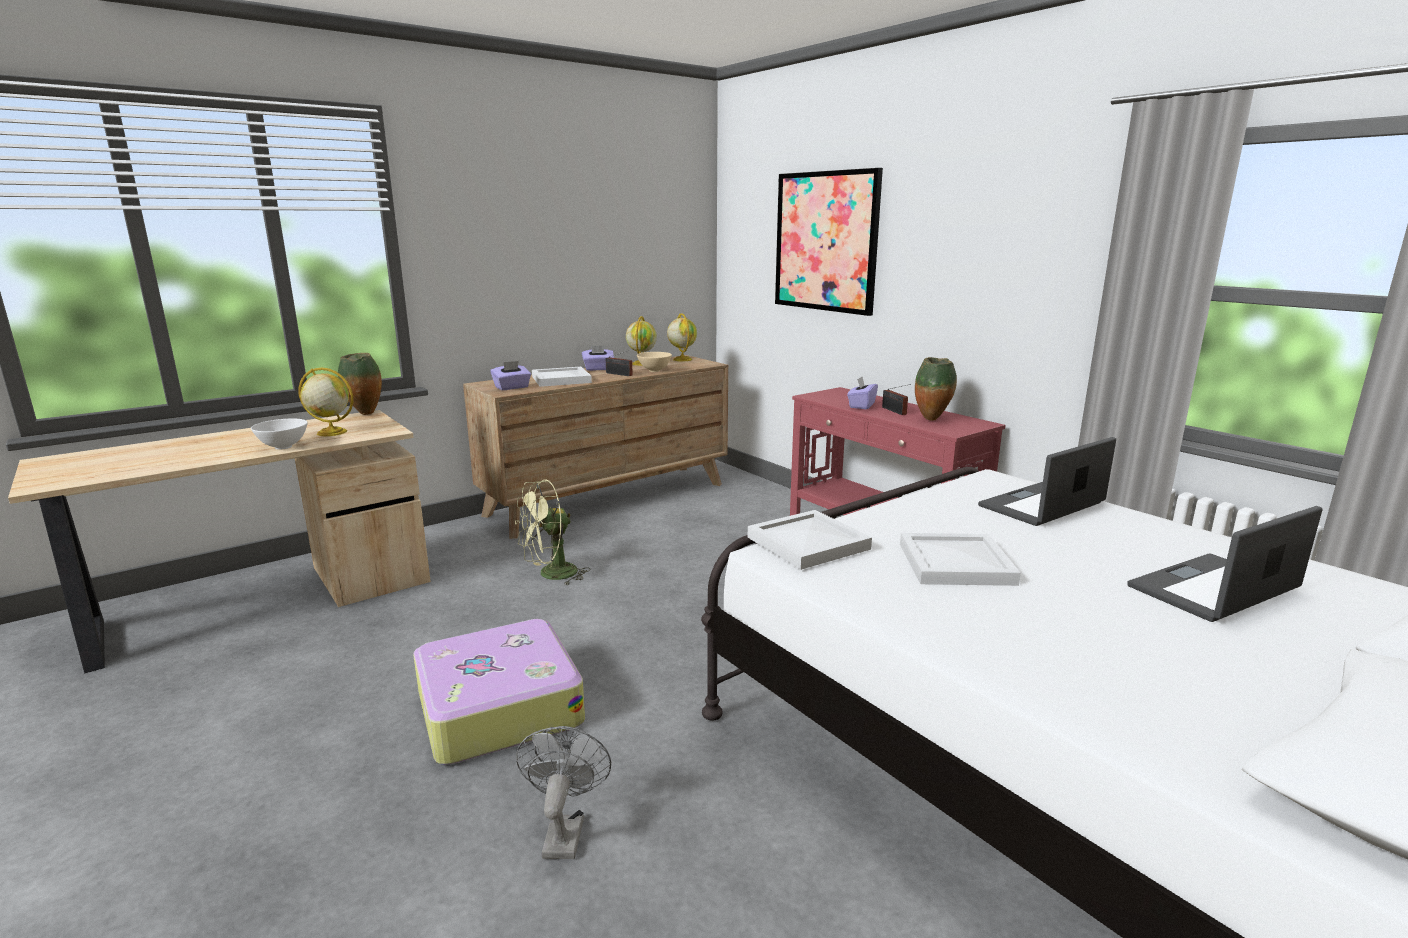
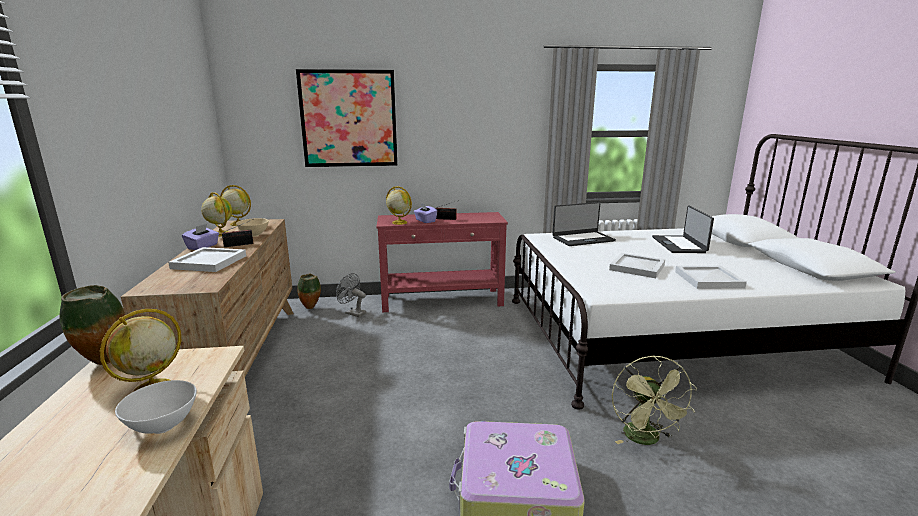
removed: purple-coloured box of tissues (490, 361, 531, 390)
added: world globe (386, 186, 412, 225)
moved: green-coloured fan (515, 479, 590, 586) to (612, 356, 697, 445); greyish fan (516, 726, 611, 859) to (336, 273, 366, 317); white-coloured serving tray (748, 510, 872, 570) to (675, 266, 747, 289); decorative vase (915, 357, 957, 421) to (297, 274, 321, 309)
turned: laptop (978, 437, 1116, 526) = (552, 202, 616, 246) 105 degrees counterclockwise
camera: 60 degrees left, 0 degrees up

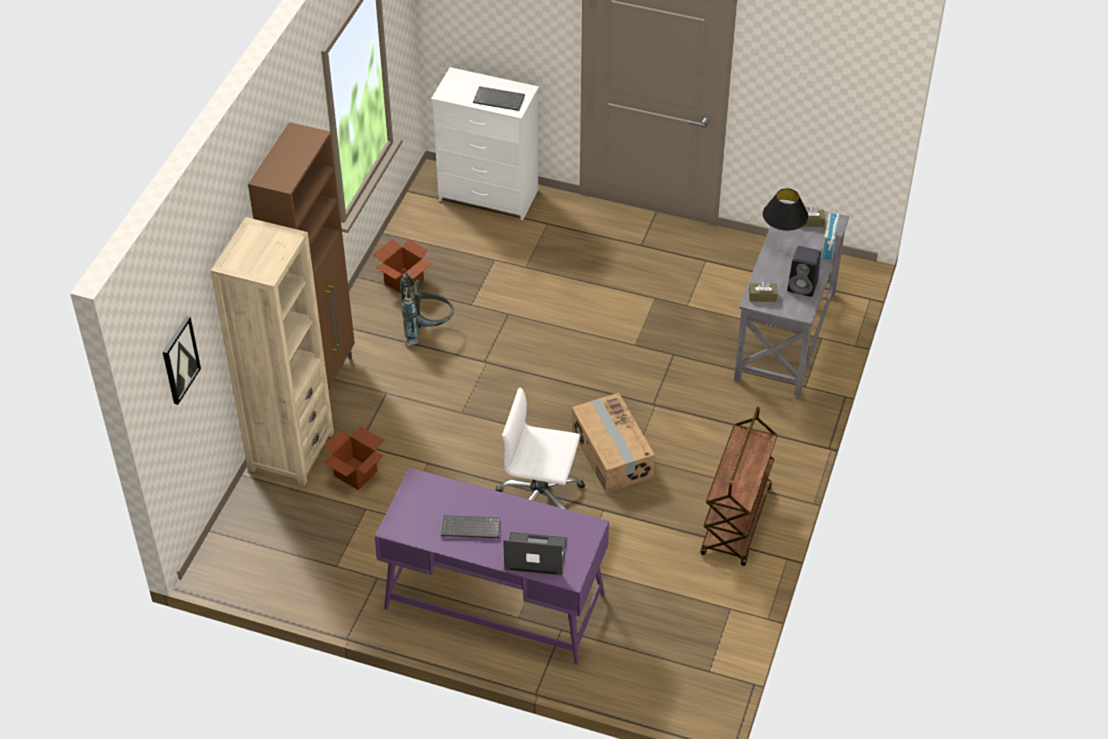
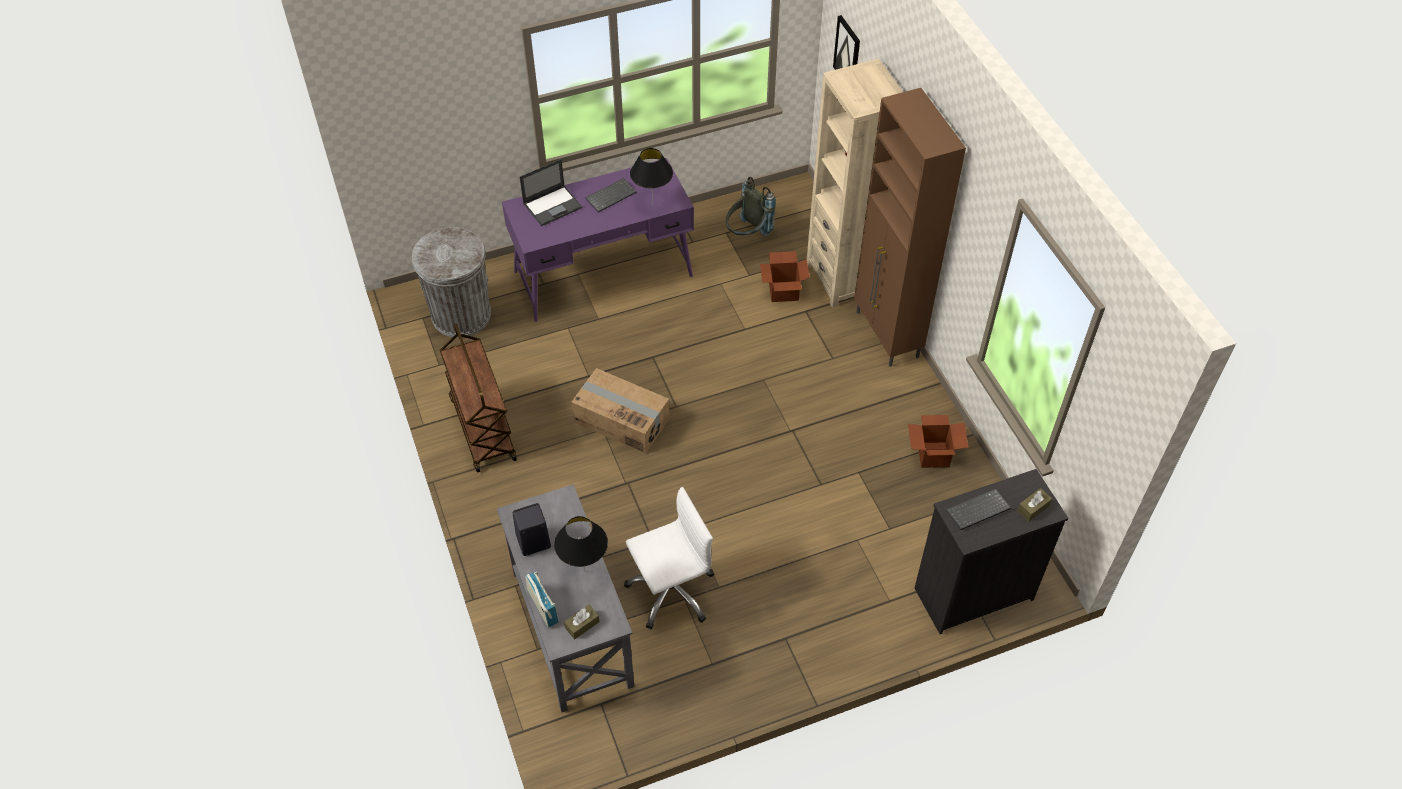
added: greyish rubbish bin (412, 227, 491, 338); black lamp for a table (630, 148, 673, 205)
moved: greyish rucksack (400, 272, 454, 345) to (726, 177, 776, 236); white-coloured office chair (495, 387, 585, 510) to (624, 487, 714, 629); brownish box of tissues (749, 281, 777, 302) to (1017, 488, 1052, 521)
recoloured: white-coloured drawer chest (431, 67, 539, 220) to black drawer chest (914, 469, 1069, 634)
camera: 140 degrees right, 5 degrees up

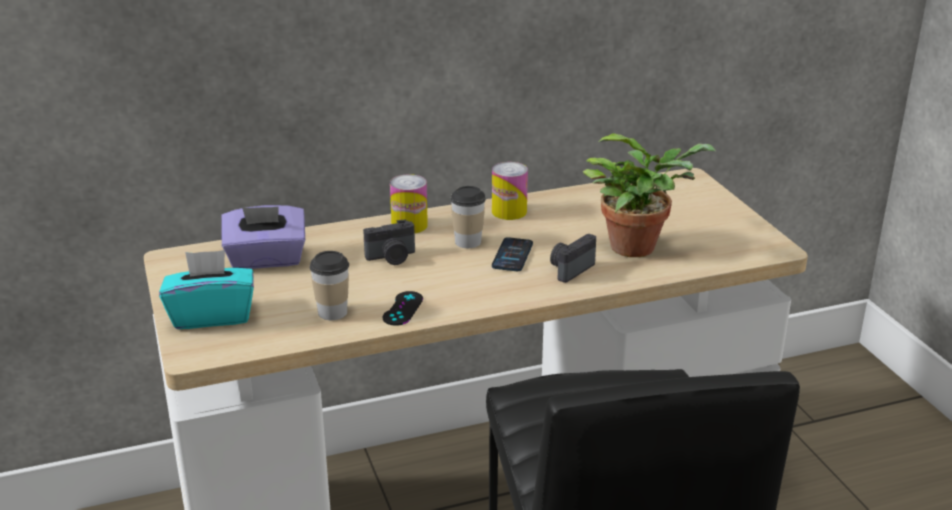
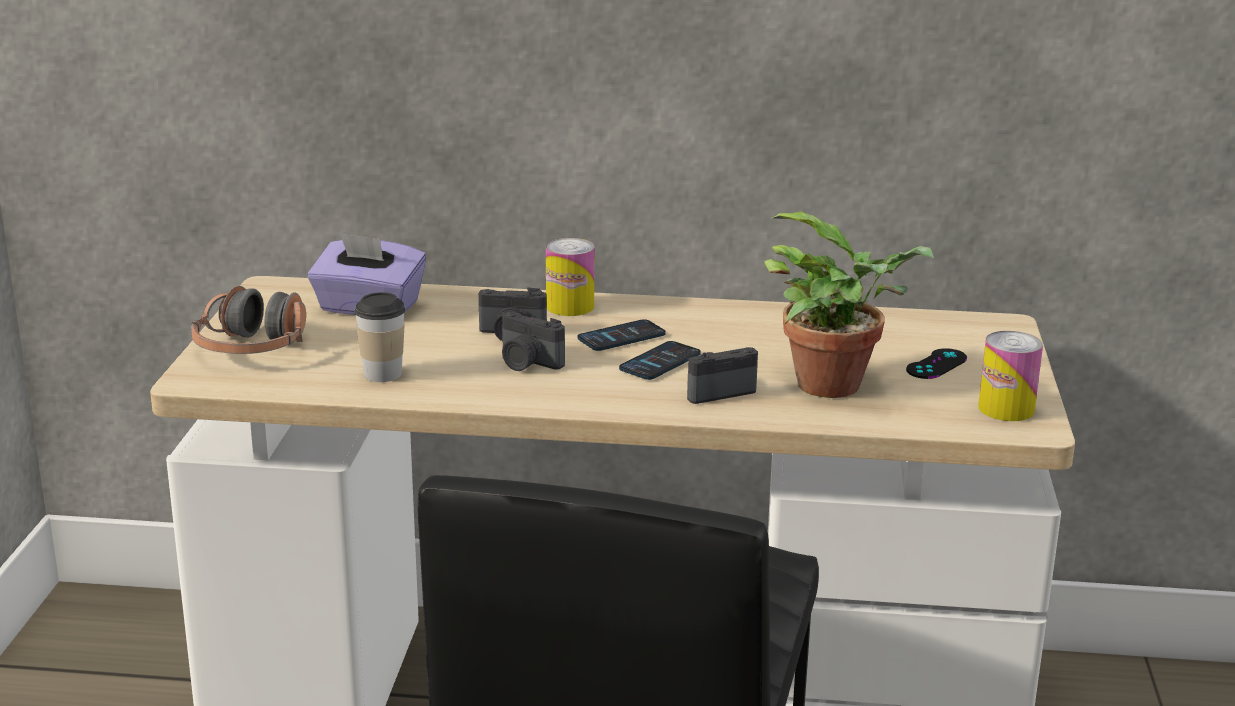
added: still camera (502, 312, 565, 371)
moved: black game controller (383, 291, 423, 326) to (906, 348, 967, 379); metal can (492, 162, 528, 220) to (978, 331, 1043, 421)
replaced: blue-green box of tissues (159, 250, 254, 329) to headset (191, 286, 306, 354); small cup (450, 186, 486, 248) to handset (578, 319, 666, 351)
camera: 25 degrees right, 5 degrees down

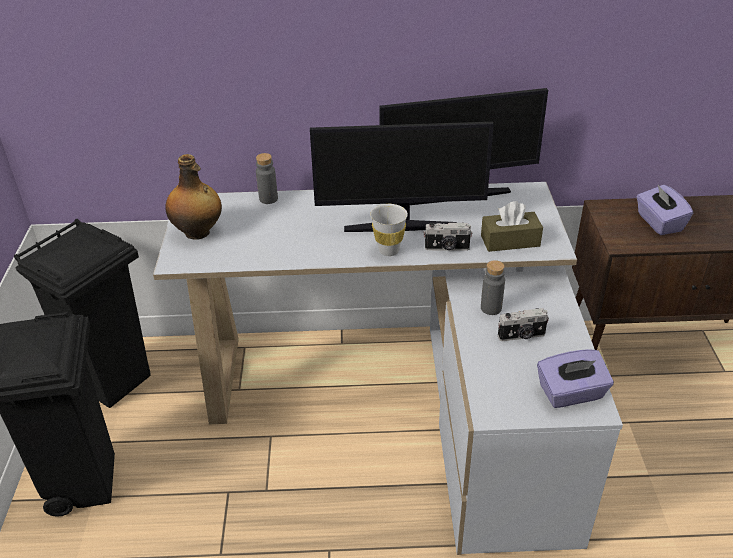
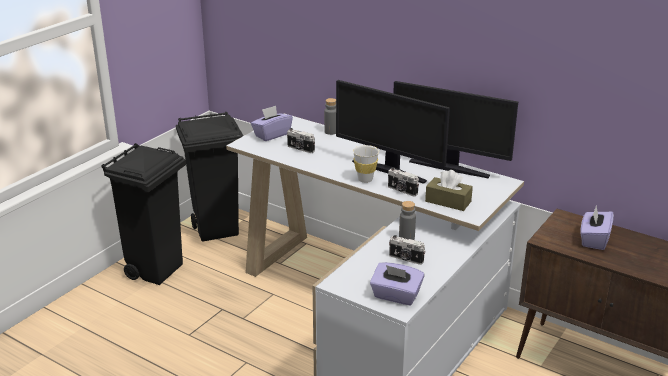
added: still camera (287, 128, 315, 153)
replaced: drink bottle (165, 154, 222, 240) to purple-coloured box of tissues (251, 106, 293, 141)
camera: 35 degrees right, 10 degrees down

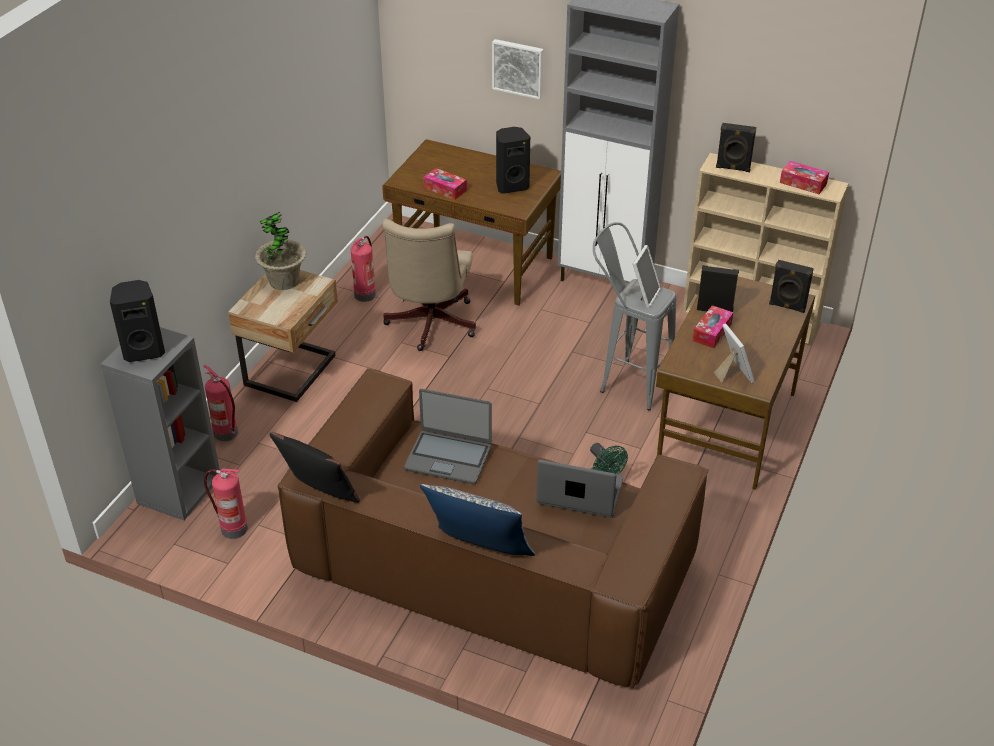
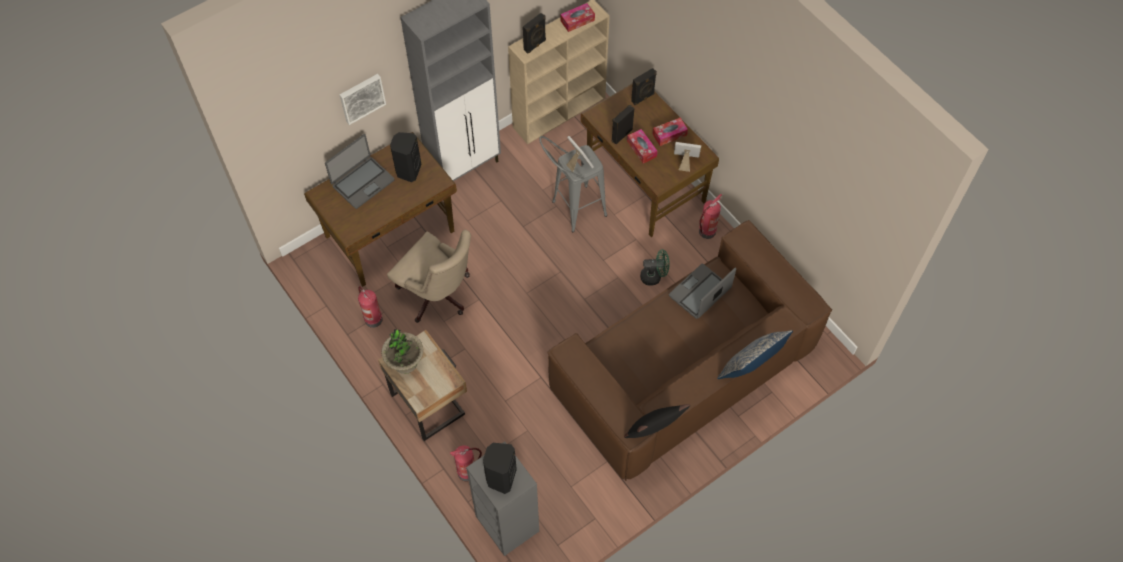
moved: fire-fighting cylinder (204, 468, 248, 539) to (699, 194, 722, 239); laptop (404, 389, 492, 484) to (325, 134, 395, 209); box of tissues (424, 168, 467, 200) to (652, 118, 688, 146)
camera: 60 degrees left, 20 degrees up

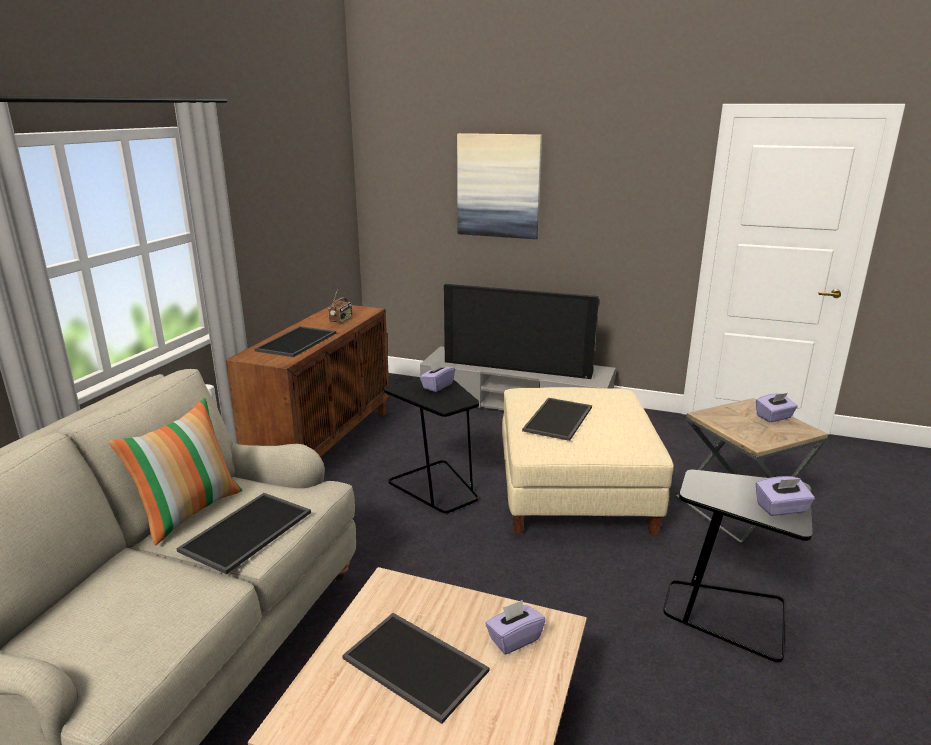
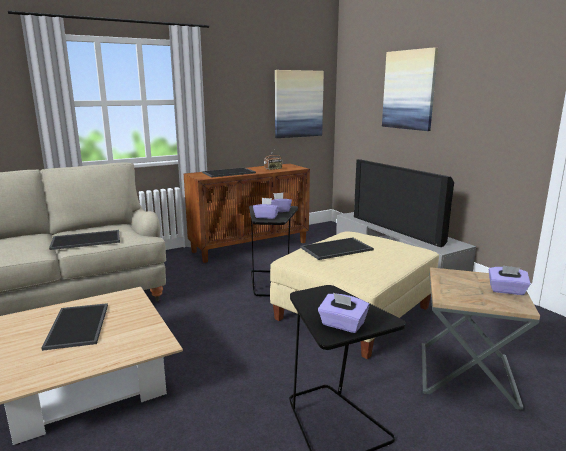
removed: pillow (109, 398, 242, 545)
added: wall picture (275, 70, 324, 138)
moved: purple-coloured box of tissues (485, 600, 546, 655) to (253, 198, 279, 219)
camera: 40 degrees right, 5 degrees down

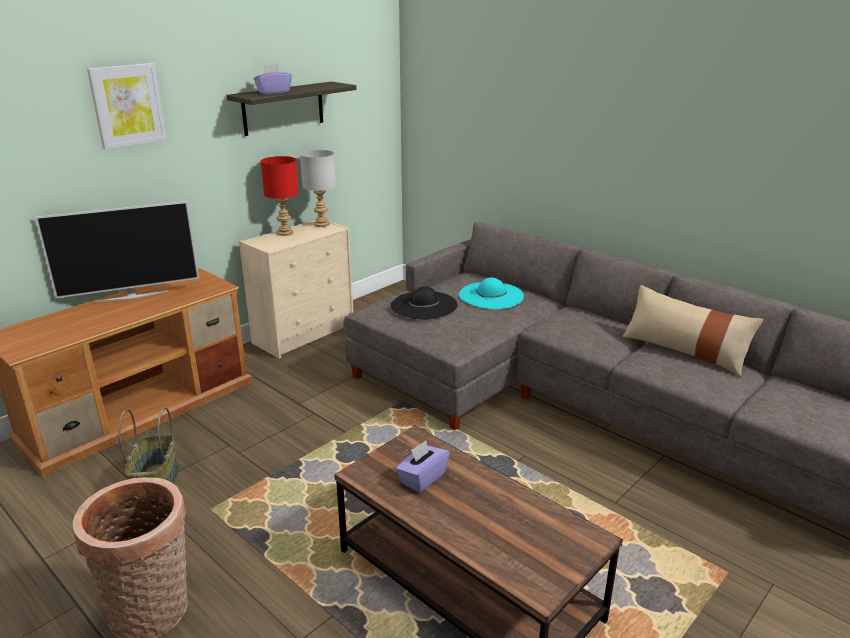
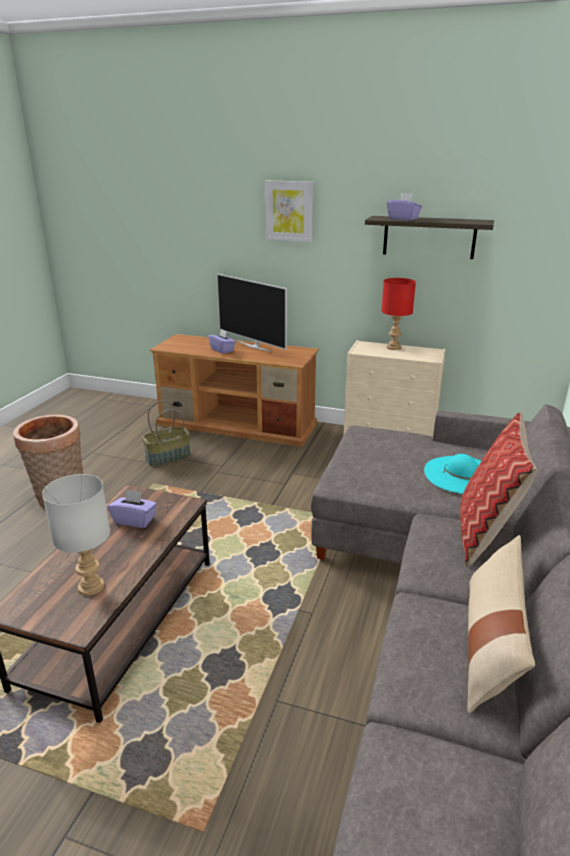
removed: black hat (391, 286, 458, 320)
added: purple-coloured box of tissues (208, 329, 236, 354); pillow (460, 412, 538, 567)
moved: greyish lamp for a table (300, 150, 336, 227) to (42, 474, 110, 596)
camera: 65 degrees right, 0 degrees up

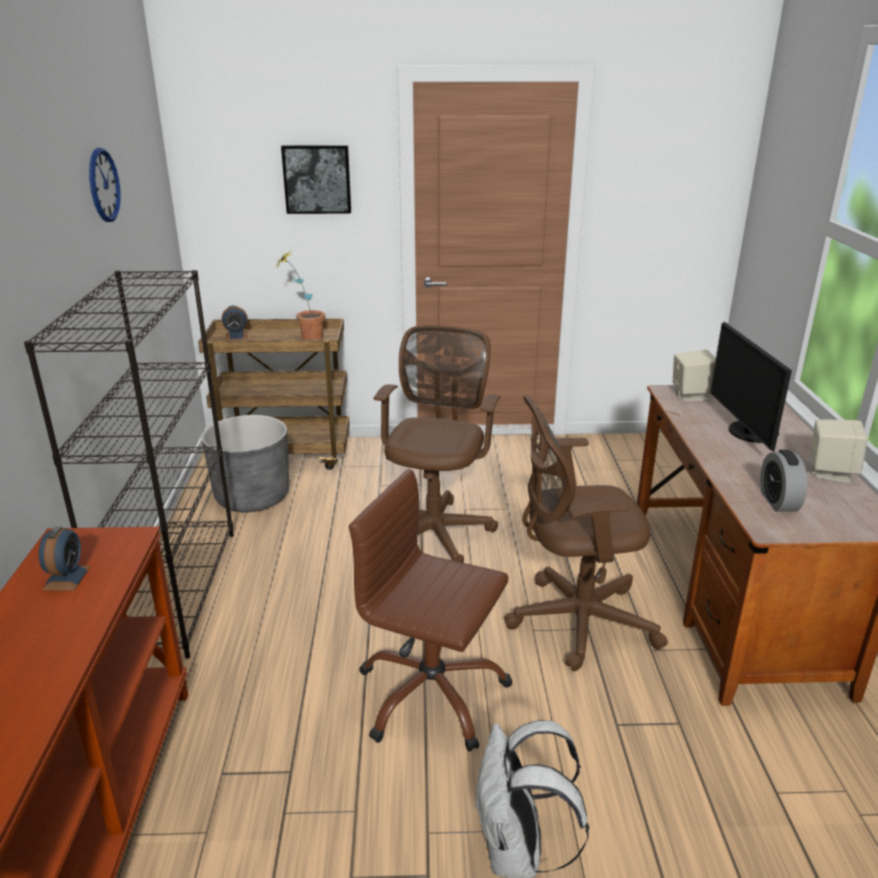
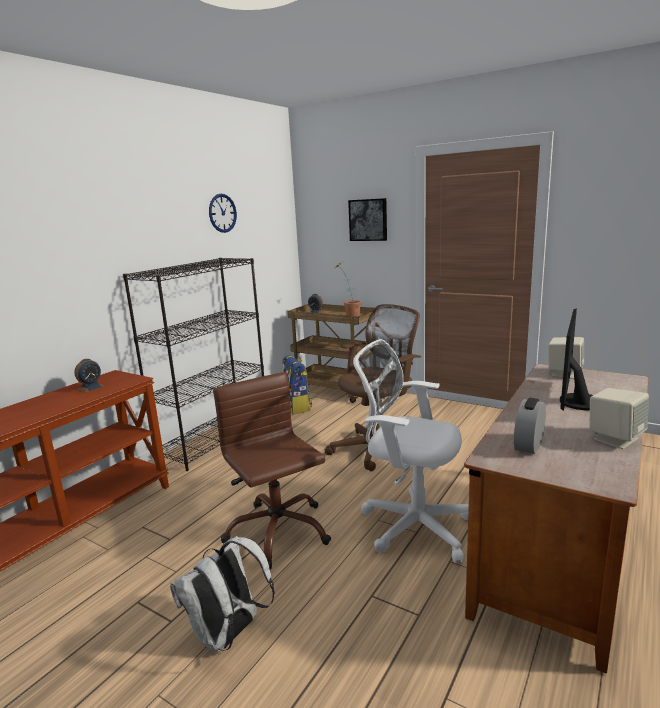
replaced: greyish flower pot (202, 415, 289, 512) to rucksack (282, 355, 312, 415)
recoloured: brownish office chair (504, 395, 668, 671) to white-coloured office chair (353, 339, 469, 563)
camera: 35 degrees right, 10 degrees down

